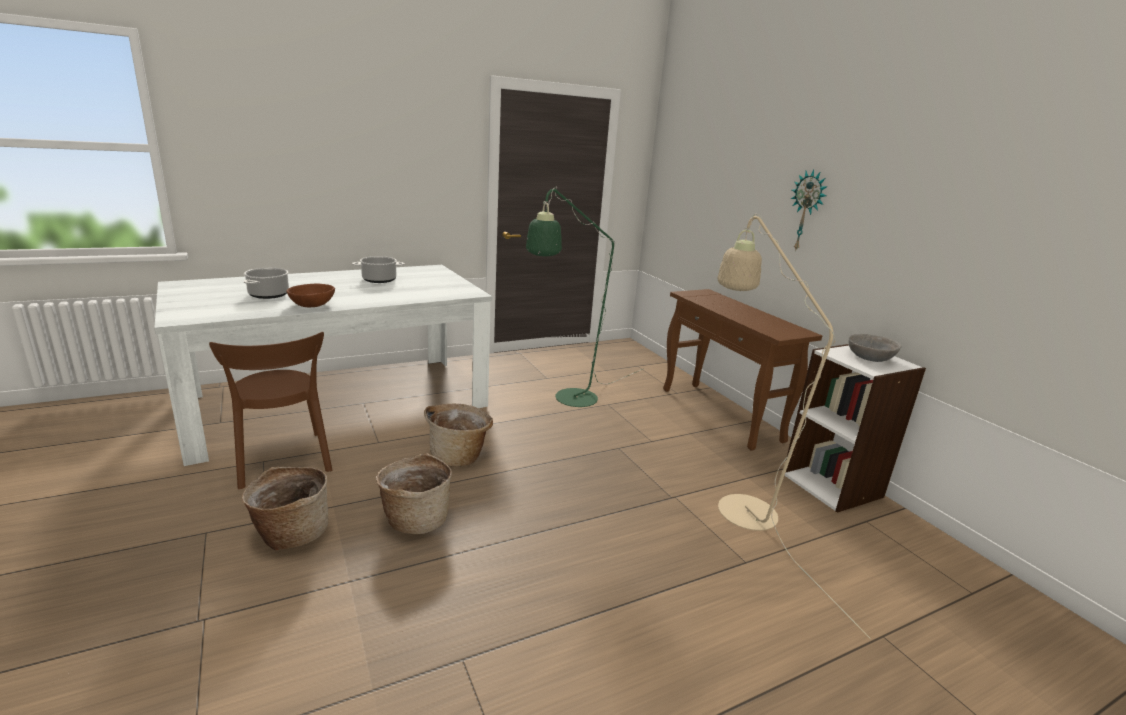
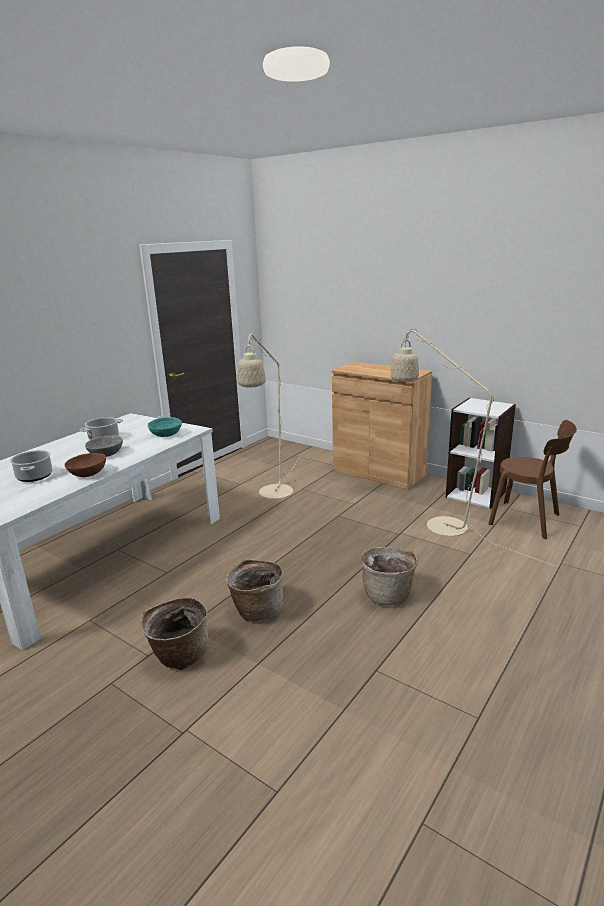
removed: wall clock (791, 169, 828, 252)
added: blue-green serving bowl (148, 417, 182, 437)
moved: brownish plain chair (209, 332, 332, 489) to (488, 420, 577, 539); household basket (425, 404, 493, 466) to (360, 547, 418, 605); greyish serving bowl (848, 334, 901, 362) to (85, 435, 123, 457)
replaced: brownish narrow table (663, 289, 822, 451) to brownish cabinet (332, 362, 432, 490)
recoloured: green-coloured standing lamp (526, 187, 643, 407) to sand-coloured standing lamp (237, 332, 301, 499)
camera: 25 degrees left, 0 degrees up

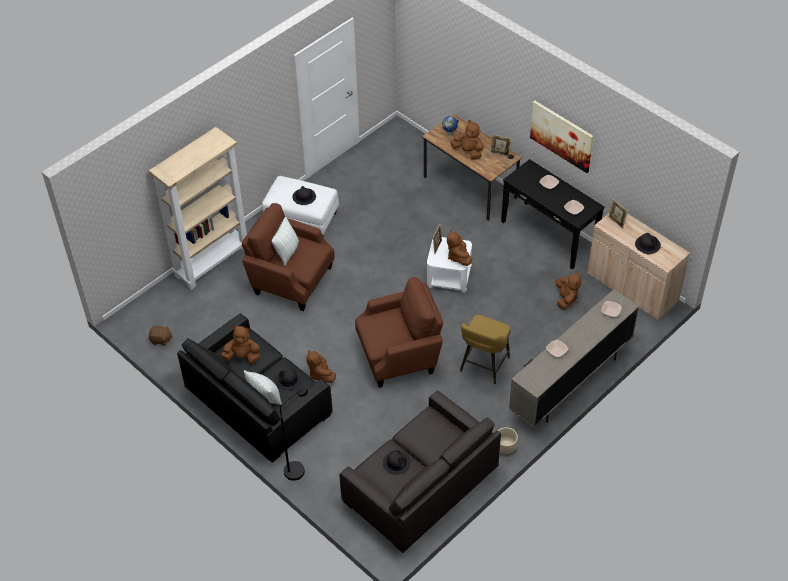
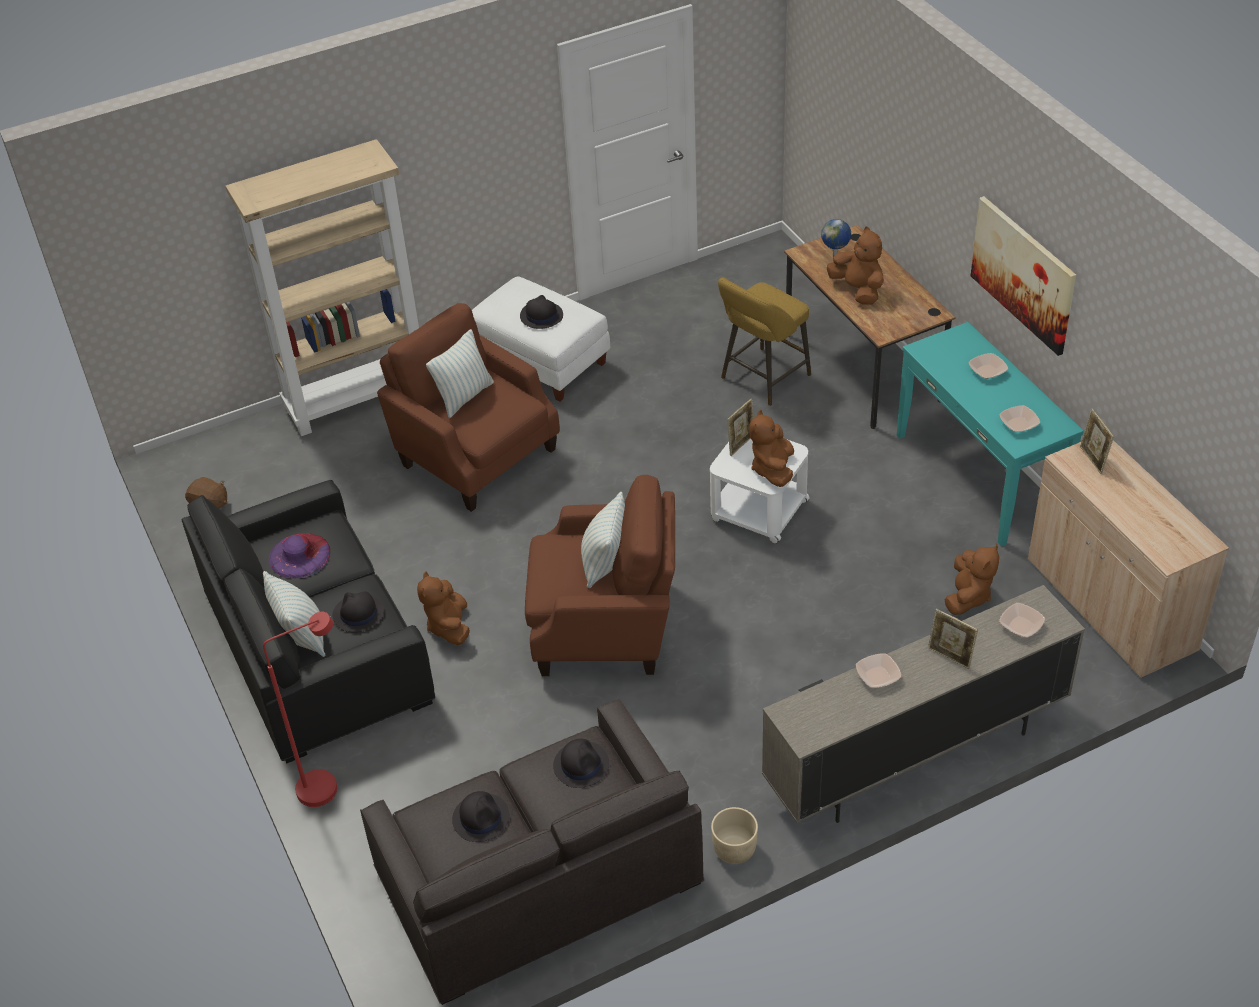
added: pillow (581, 492, 625, 588)
moved: yellow stool seat (460, 315, 511, 384) to (718, 277, 811, 406); photo frame (490, 134, 511, 157) to (928, 609, 978, 669); black hat (635, 233, 661, 254) to (553, 739, 609, 788)
replaced: brownish plush toy (220, 326, 260, 364) to purple-coloured hat (269, 533, 330, 579)
recoloured: black standing lamp (280, 384, 308, 481) to red-coloured standing lamp (263, 612, 337, 807); black narrow table (501, 159, 604, 270) to blue-green narrow table (897, 322, 1084, 546)
camera: 20 degrees right, 5 degrees down

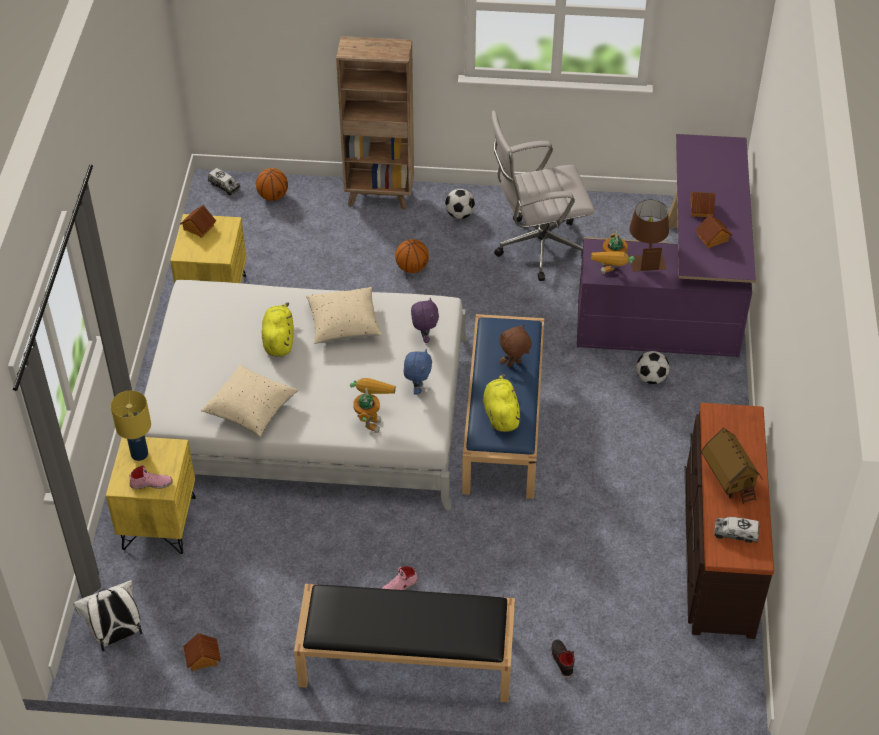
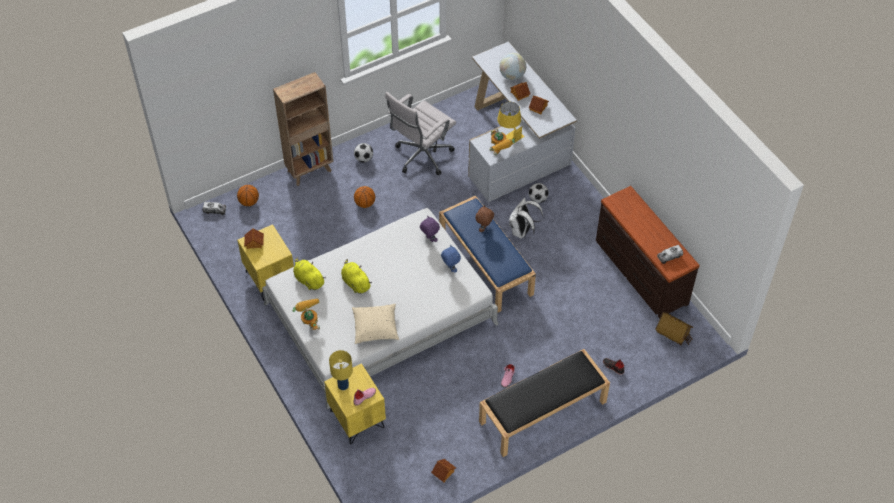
removed: sand-coloured pillow (306, 287, 382, 344)
added: world globe (499, 53, 526, 80)
moved: white-coloured rucksack (73, 580, 143, 652) to (509, 198, 543, 239); model robot (350, 378, 396, 433) to (292, 298, 320, 330); yellow plush toy (483, 374, 521, 432) to (293, 257, 326, 290); model house (701, 428, 763, 504) to (655, 312, 693, 345)
recoloured: purple-coloured desk table (577, 134, 756, 357) to white-coloured desk table (468, 41, 577, 202); brownish lamp for a table (629, 200, 669, 272) to yellow lamp for a table (497, 102, 525, 144)
camera: 35 degrees left, 5 degrees up

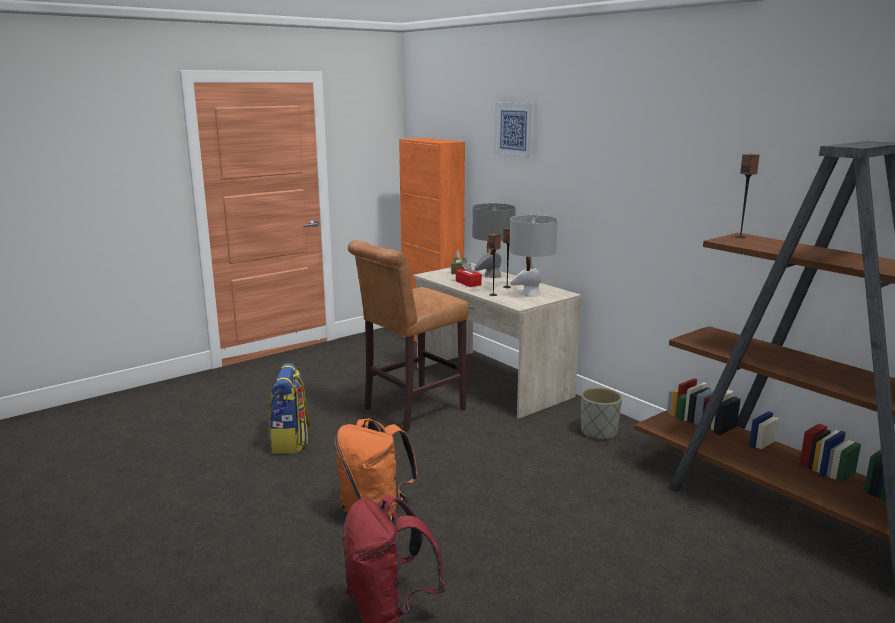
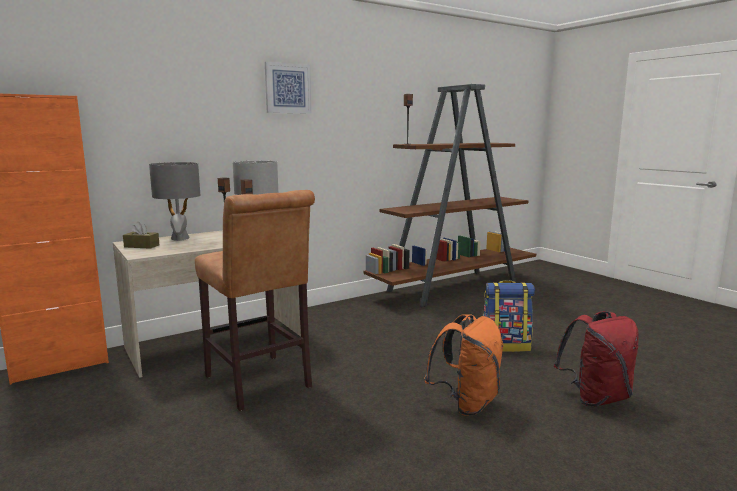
removed: red-coloured box of tissues (456, 261, 482, 287); greyish flower pot (581, 387, 622, 439)
moved: rucksack (268, 363, 311, 454) to (483, 281, 535, 352); wall picture (494, 102, 535, 158) to (265, 62, 311, 114)
camera: 85 degrees left, 5 degrees down

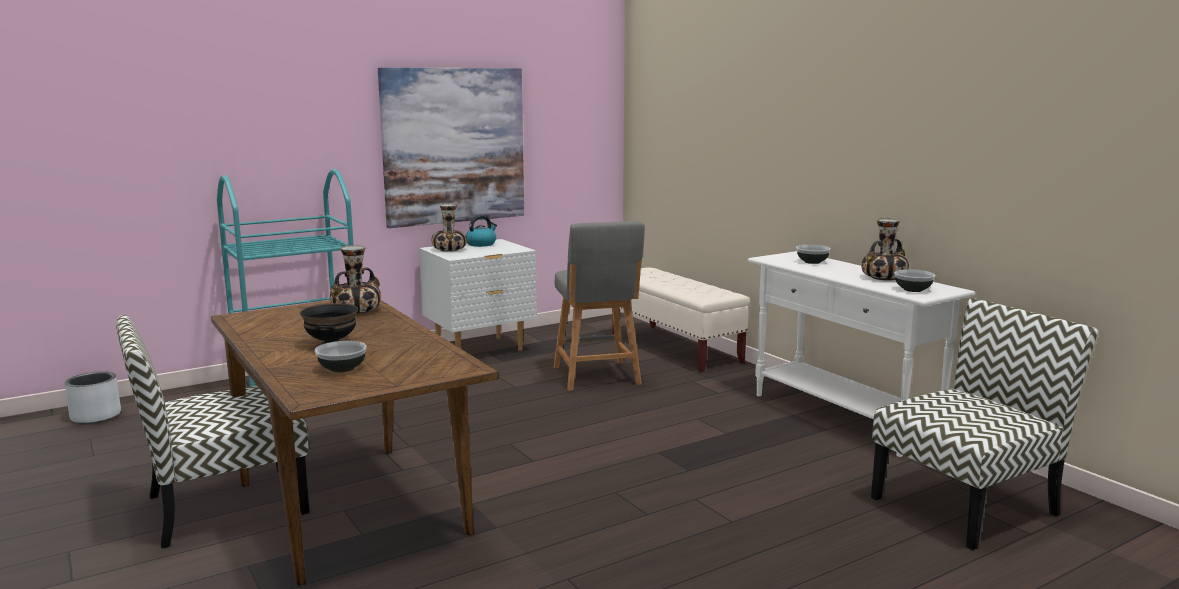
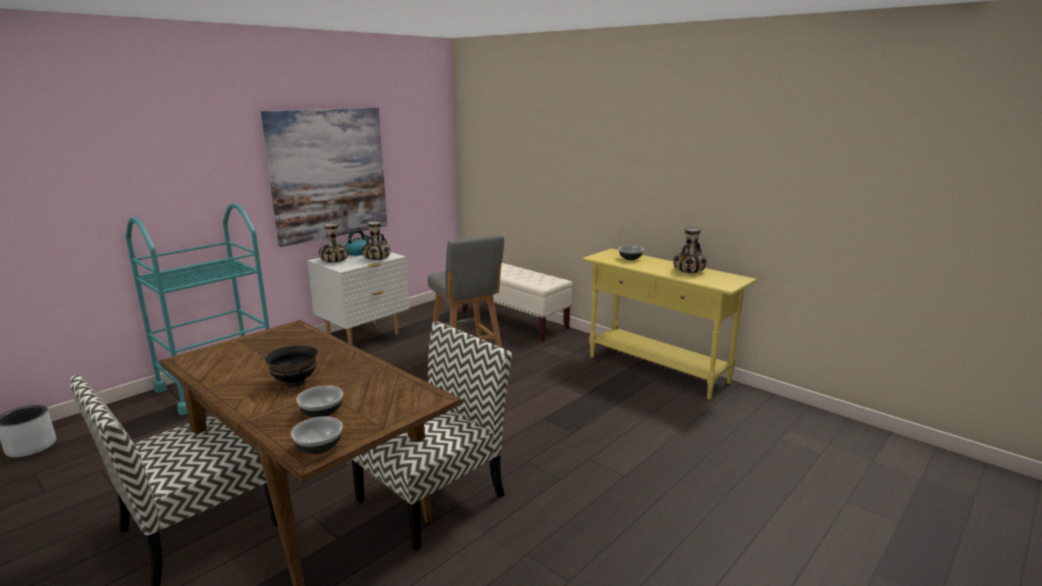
moved: decorative vase (330, 245, 381, 314) to (362, 221, 391, 260); plain chair (871, 298, 1098, 550) to (352, 321, 512, 551); serving bowl (894, 269, 935, 292) to (291, 416, 343, 454)
recoloured: white-coloured narrow table (748, 251, 976, 457) to yellow narrow table (582, 249, 757, 399)
camera: 15 degrees left, 5 degrees up

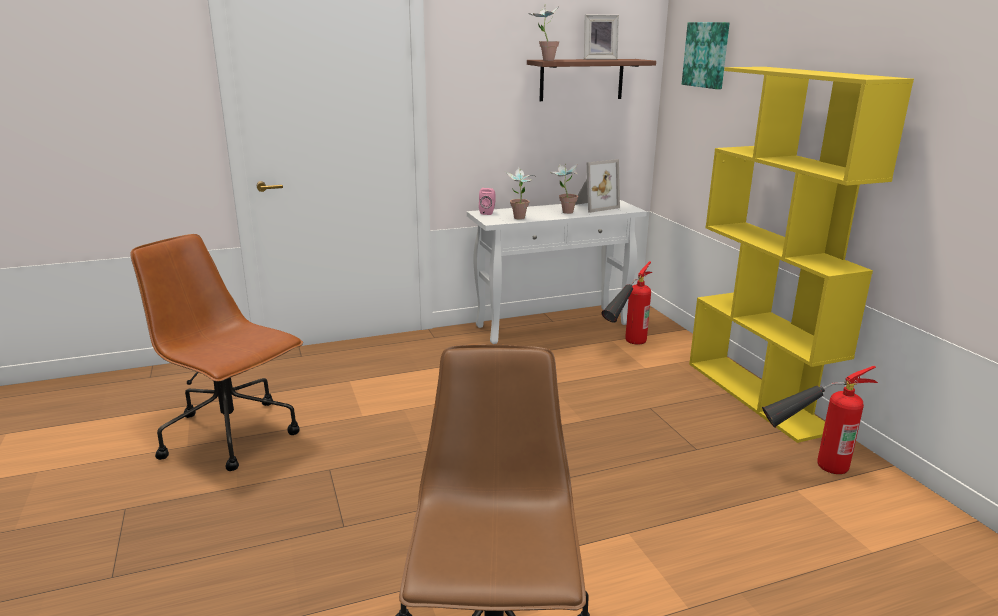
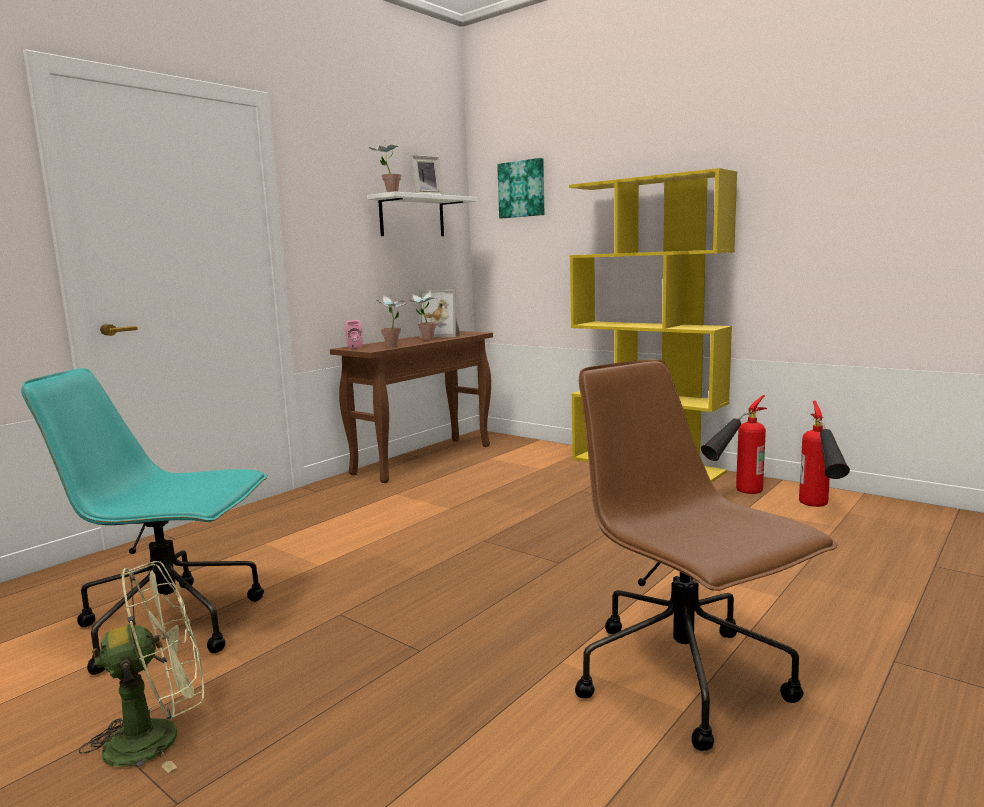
added: green-coloured fan (79, 561, 204, 773)
moved: fire-fighting cylinder (601, 261, 652, 345) to (799, 401, 850, 507)
recoloured: brownish office chair (130, 234, 303, 471) to blue-green office chair (21, 368, 267, 675); white-coloured narrow table (467, 200, 647, 344) to brownish narrow table (330, 331, 493, 483); brownish wall shelf (527, 59, 656, 101) to white-coloured wall shelf (367, 192, 477, 236)
turned: photo frame (575, 159, 620, 213) = (419, 289, 460, 337) 75 degrees clockwise
camera: 30 degrees left, 10 degrees down

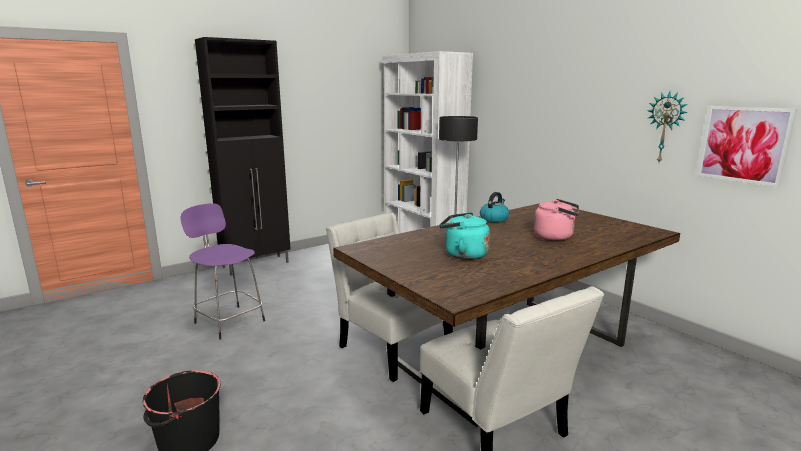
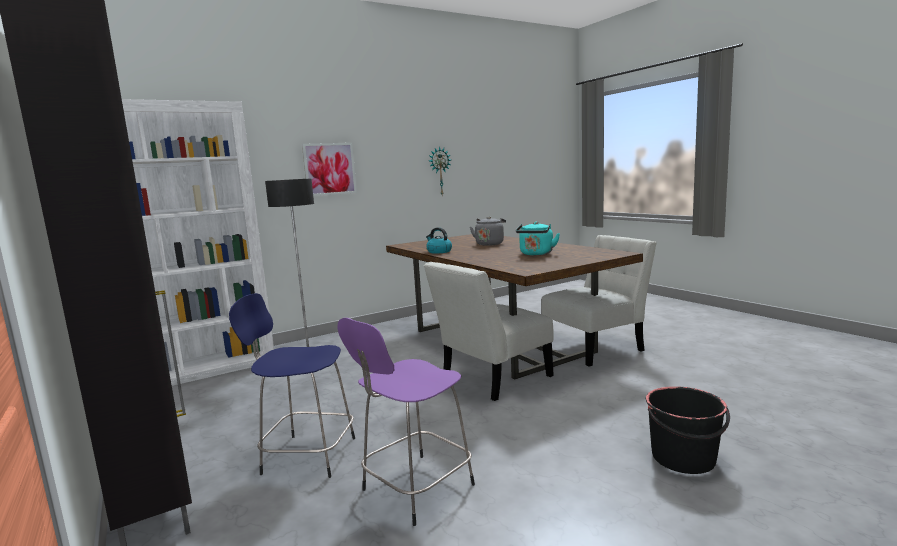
added: blue stool seat (229, 293, 355, 478)
moved: wall picture (697, 106, 797, 187) to (302, 143, 357, 196)
recoloured: pink water kettle (534, 199, 579, 240) to greyish water kettle (470, 217, 506, 246)
camera: 85 degrees left, 5 degrees down

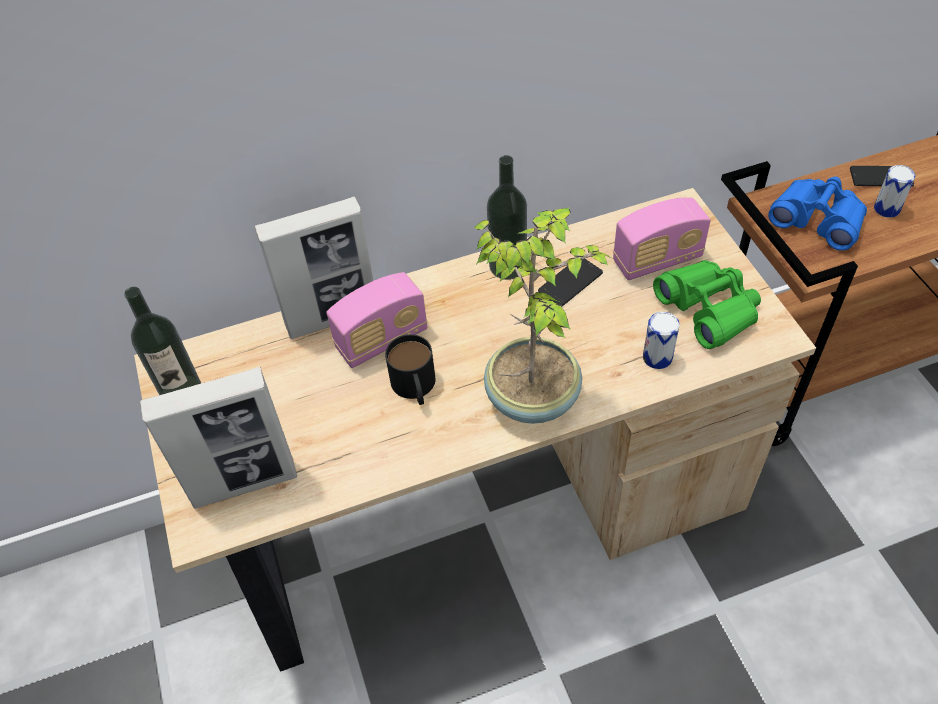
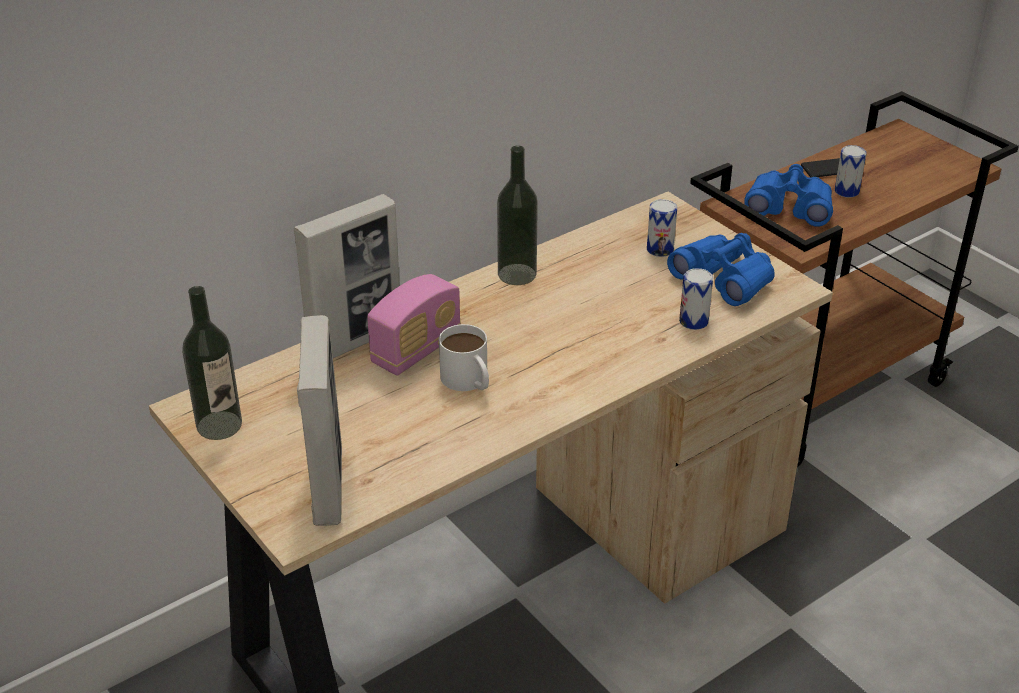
removed: plant in a pot (474, 207, 611, 424); handset (538, 259, 603, 307)
replaced: radio receiver (613, 197, 711, 280) to metal can (647, 199, 677, 257)
recoloured: black coffee mug (385, 334, 436, 405) to white-coloured coffee mug (439, 324, 489, 391); green-coloured binoculars (653, 260, 761, 349) to blue binoculars (667, 233, 774, 306)
turned: photo frame (140, 367, 297, 509) = (297, 315, 342, 526) 60 degrees counterclockwise
camera: 20 degrees left, 15 degrees down

